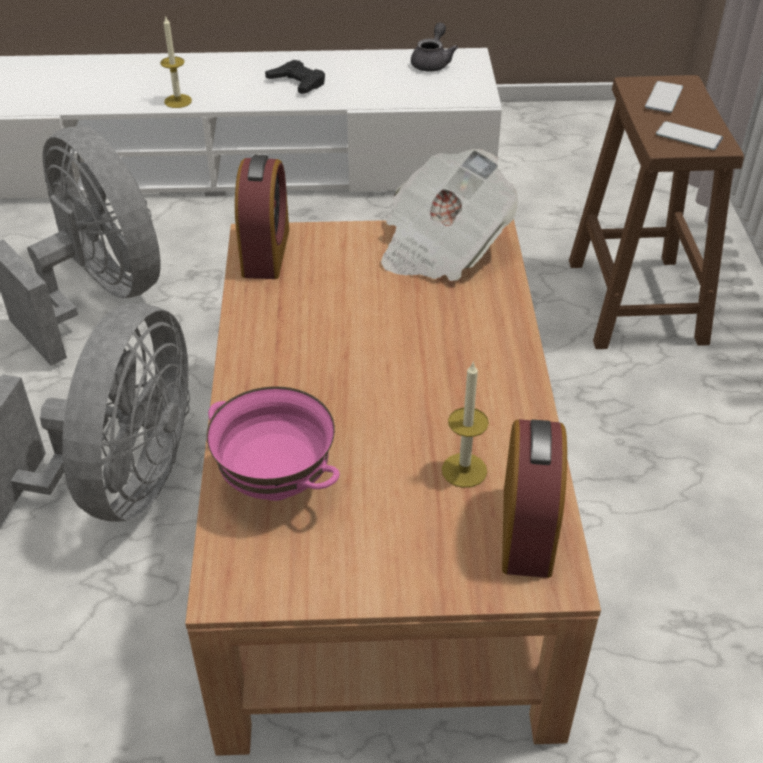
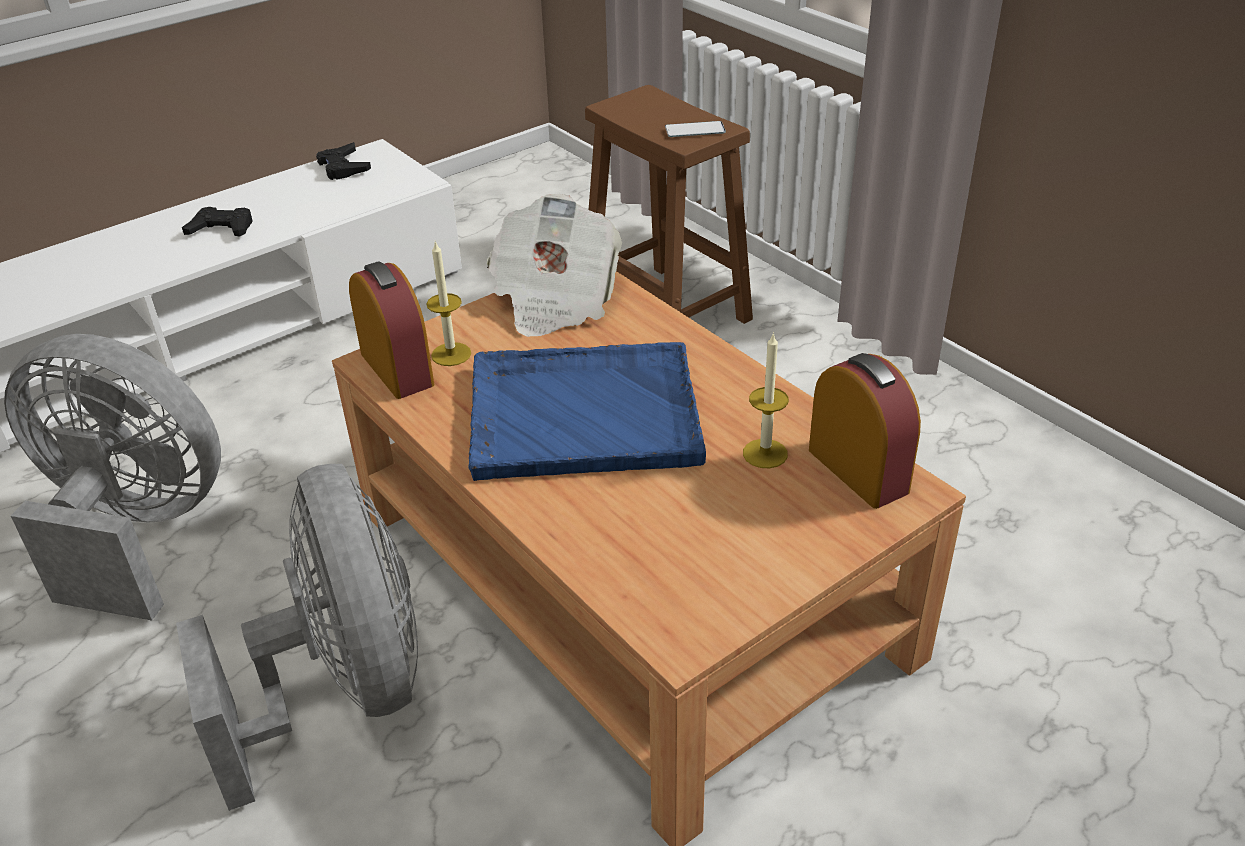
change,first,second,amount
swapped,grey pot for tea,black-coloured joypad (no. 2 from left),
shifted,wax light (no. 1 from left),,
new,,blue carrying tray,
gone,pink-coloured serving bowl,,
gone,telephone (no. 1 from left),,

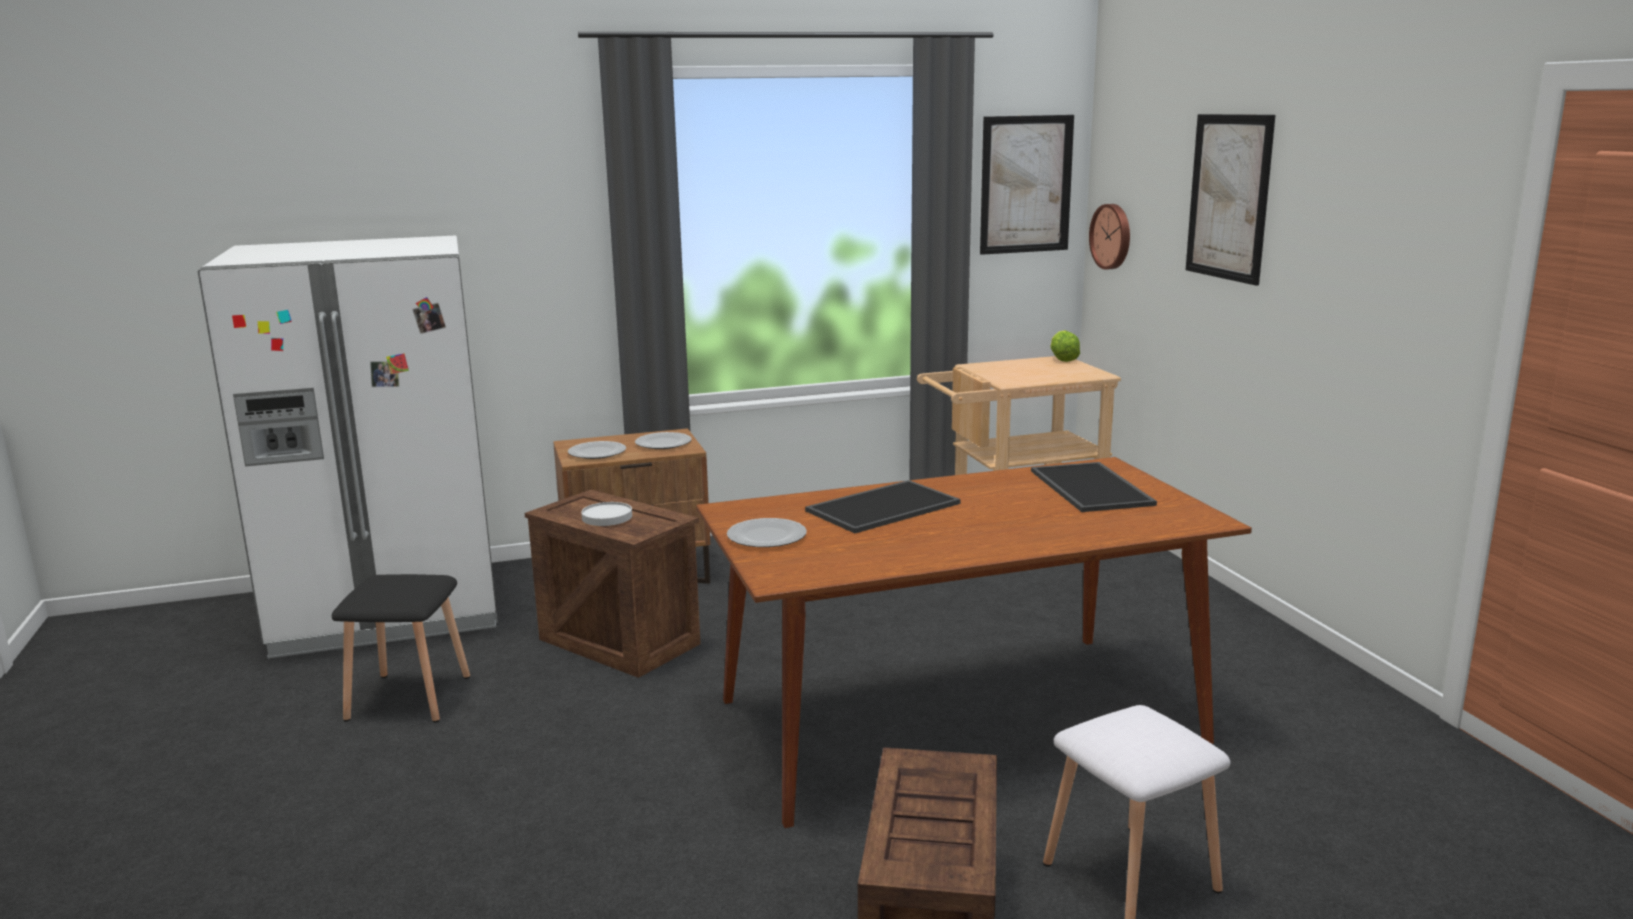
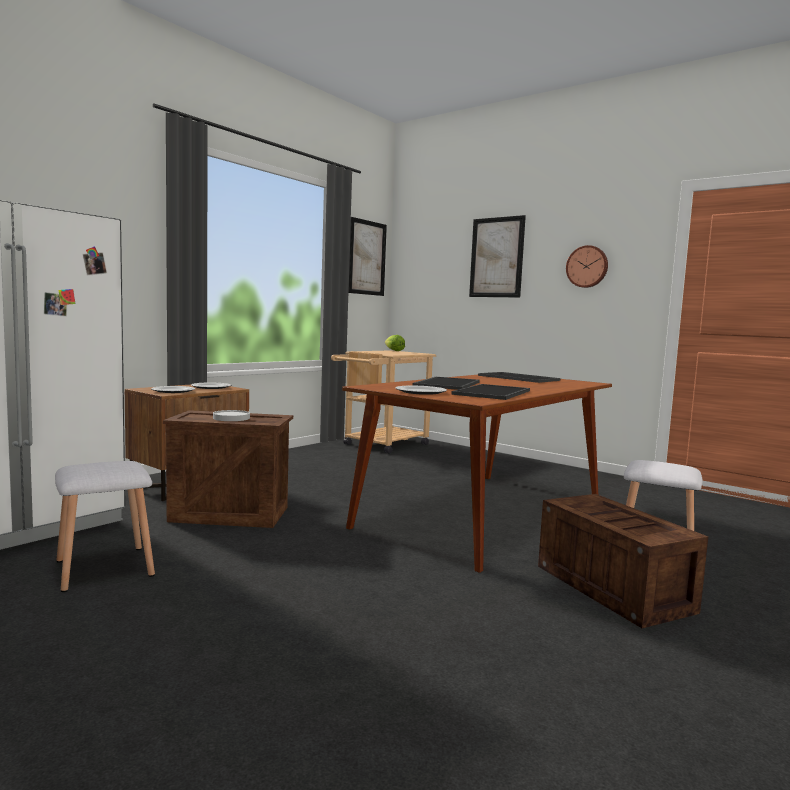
change,first,second,amount
repainted,black-coloured stool seat,whitish stool seat (no. 1 from left),
new,,carrying tray (no. 2 from left),
shifted,wall clock,,

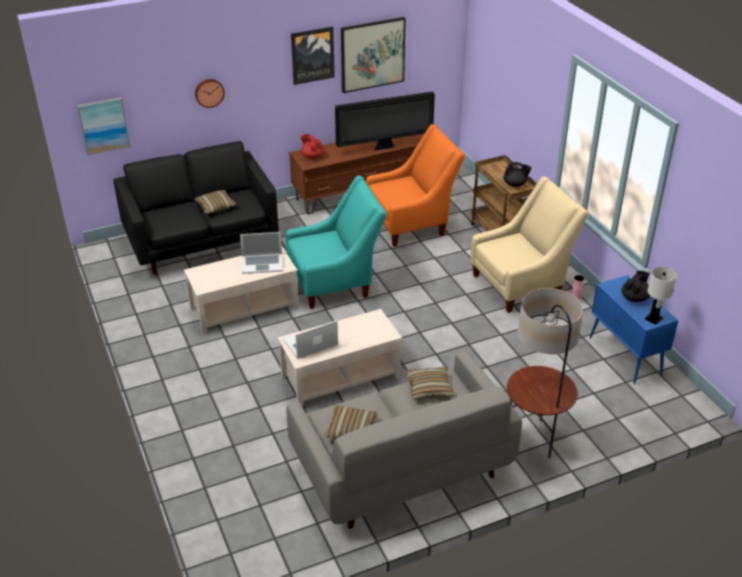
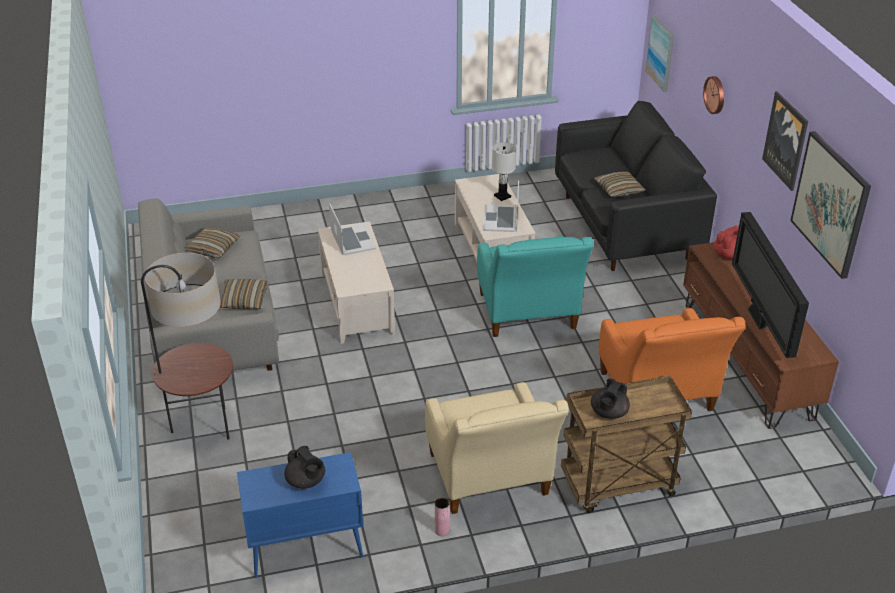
change,first,second,amount
shifted,whitish tabletop lamp,,

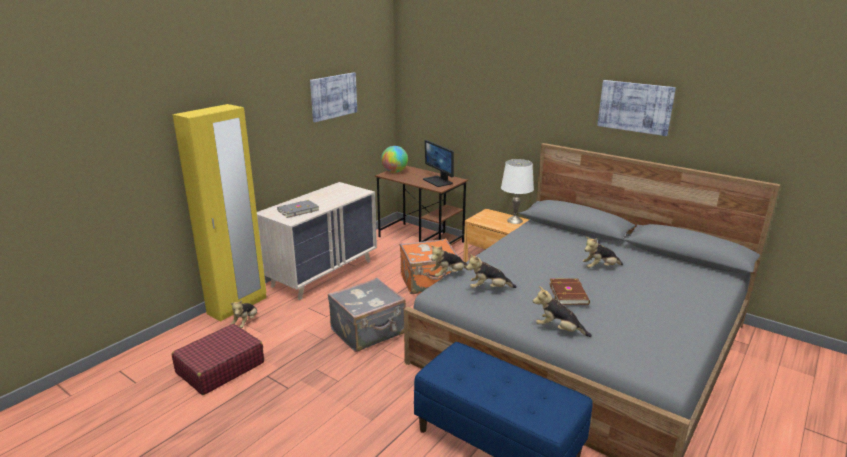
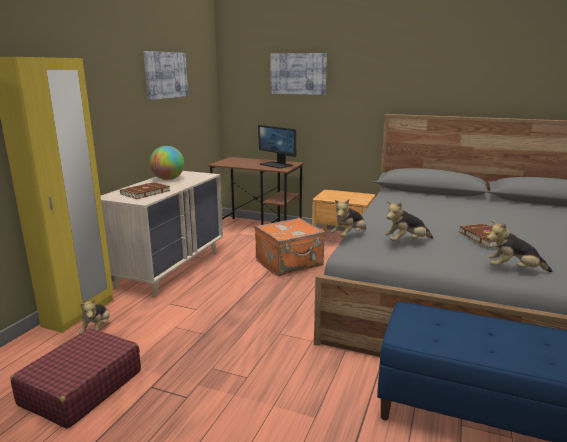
change,first,second,amount
repainted,grey volume,brown-coloured volume (no. 1 from left),
shifted,desk globe,,
shifted,picture (no. 2 from left),,
gone,grey suitcase,,
gone,whitish tabletop lamp,,
gone,cuddly toy (no. 5 from left),,

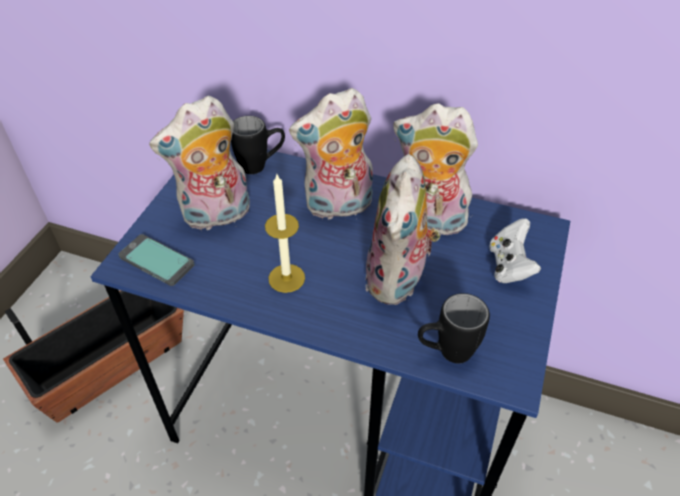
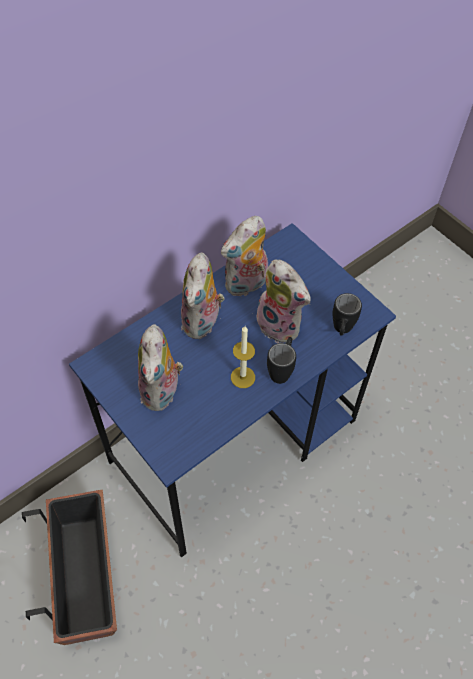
change,first,second,amount
shifted,black-coloured mug (no. 1 from left),,
gone,telephone,,
gone,whitish joypad,,

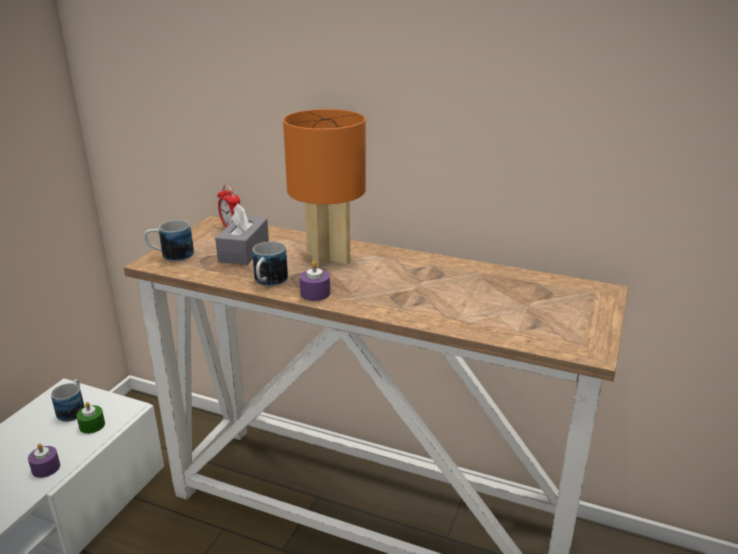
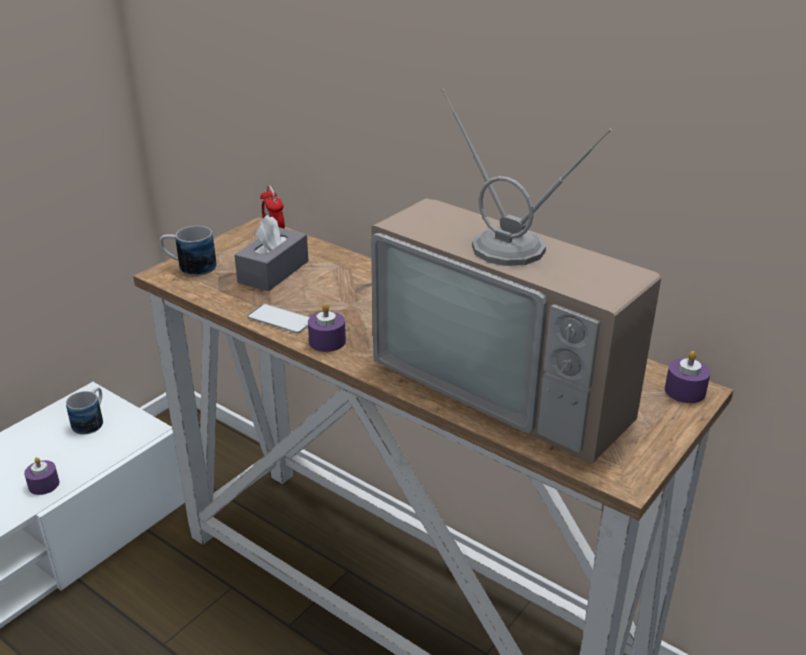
change,first,second,amount
swapped,mug (no. 3 from left),telephone,
new,,TV,
new,,purple wax light (no. 3 from left),
gone,greenish wax light,,
gone,orange-coloured tabletop lamp,,

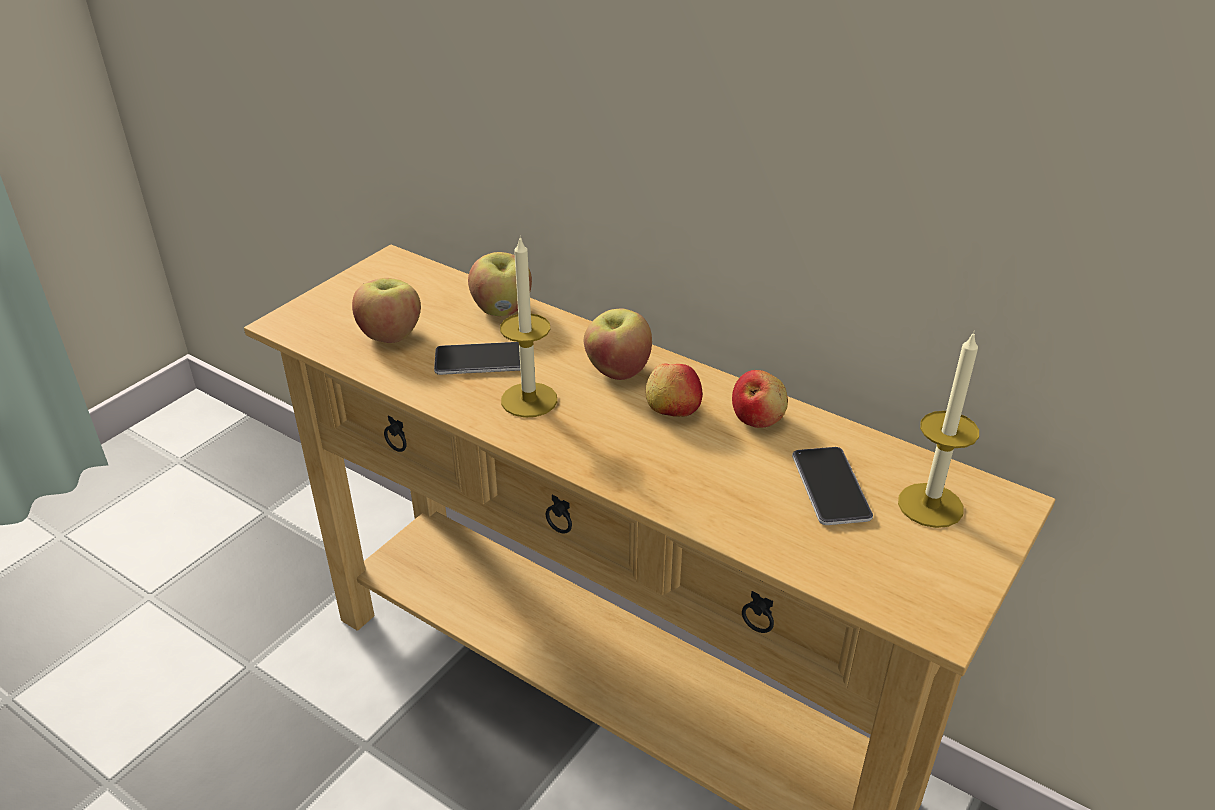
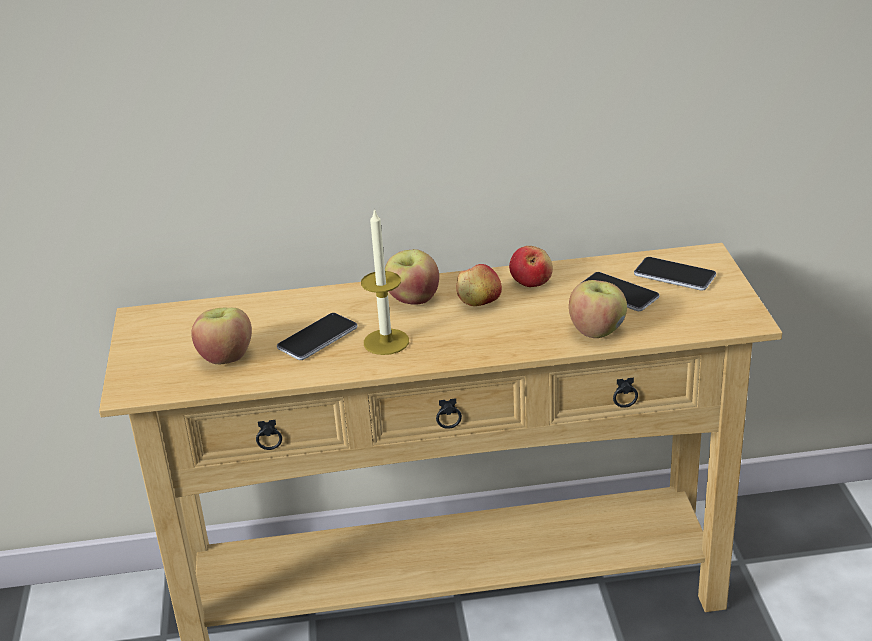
change,first,second,amount
shifted,whole apple (no. 2 from left in the first image),whole apple (no. 5 from left),
swapped,wax light (no. 2 from left),telephone (no. 3 from left),

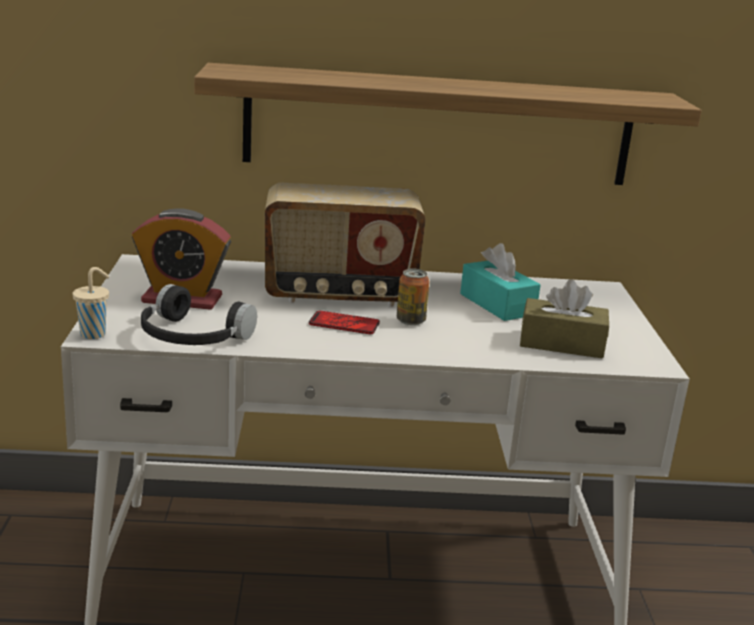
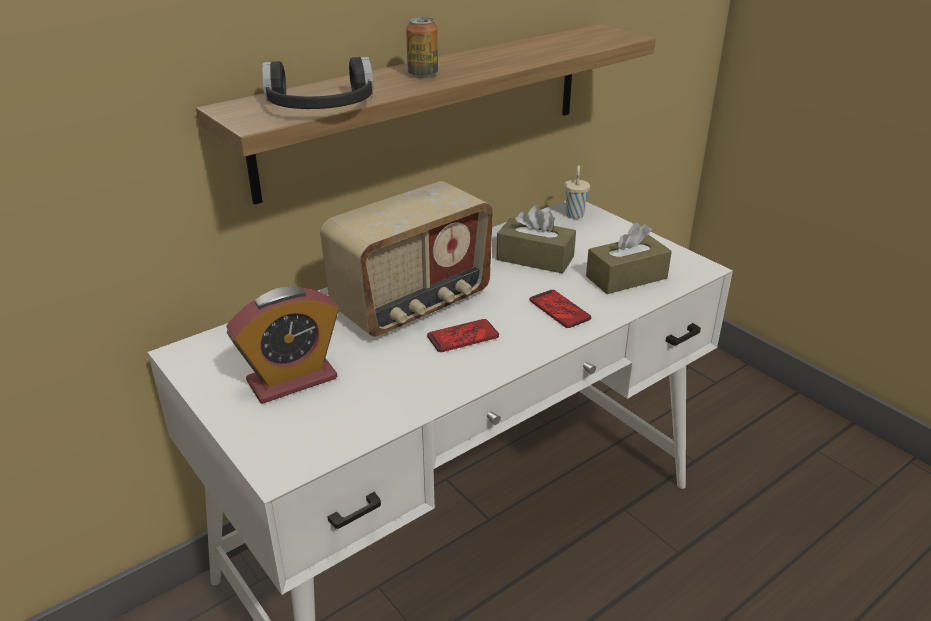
change,first,second,amount
shifted,black-coloured pair of headphones,,
shifted,metal can,,
repainted,turquoise-coloured tissue box,brown-coloured tissue box (no. 1 from left),
new,,telephone (no. 2 from left),
shifted,sand-coloured drinking cup,,

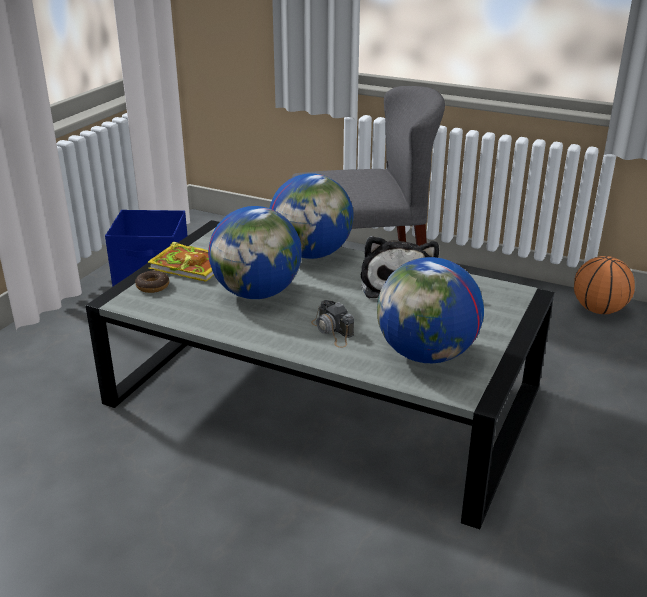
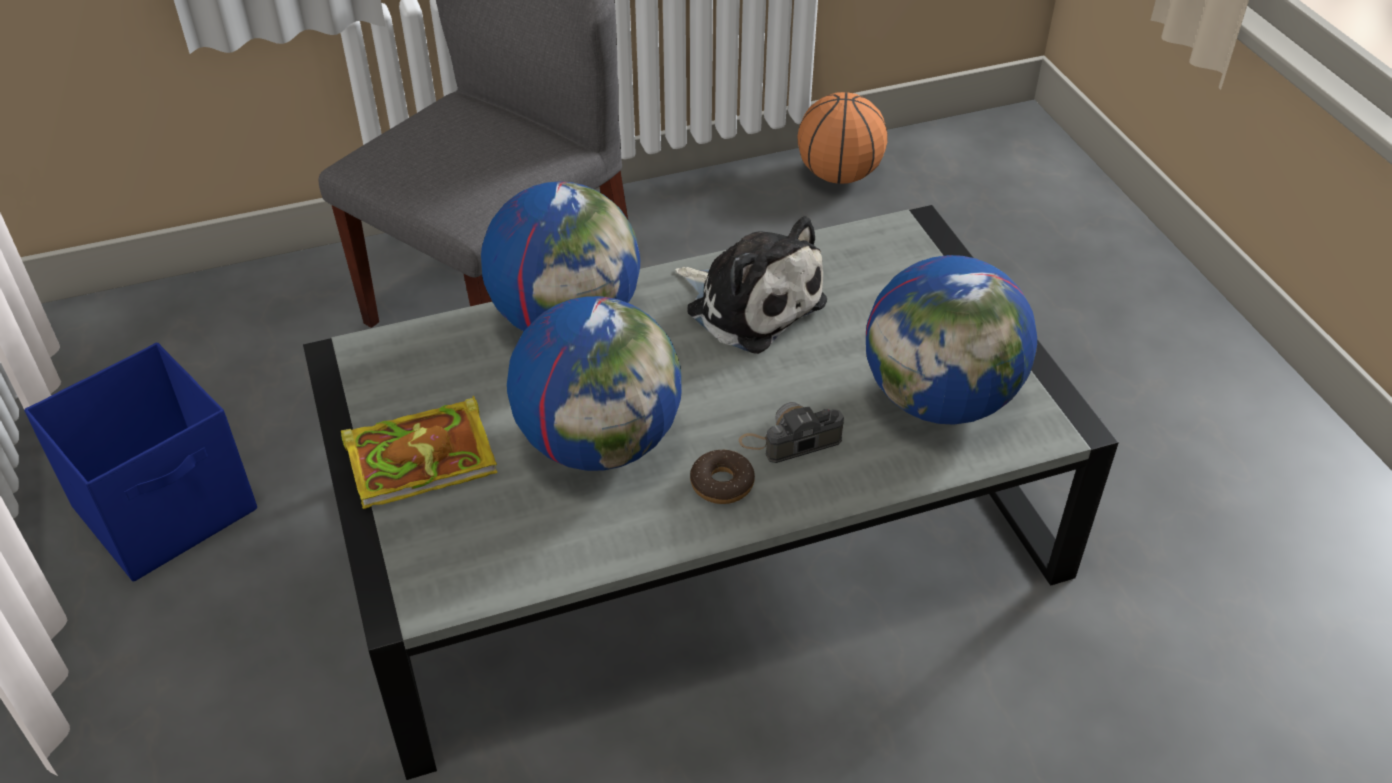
change,first,second,amount
shifted,donut,,
rotated,photo camera,,150 degrees clockwise

